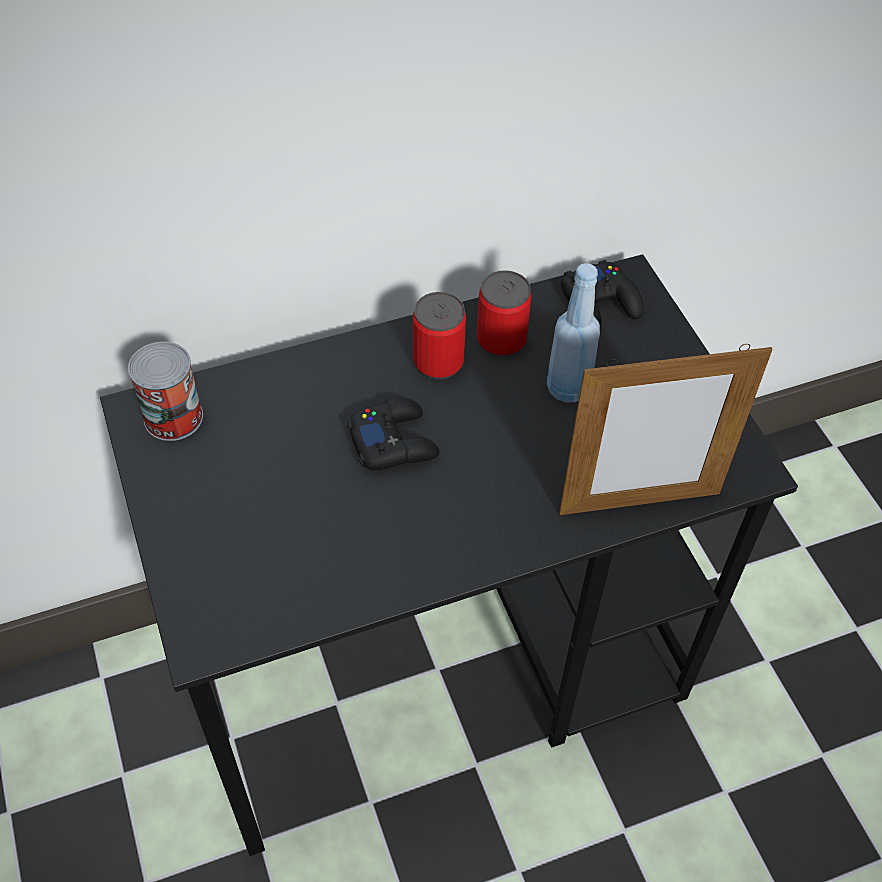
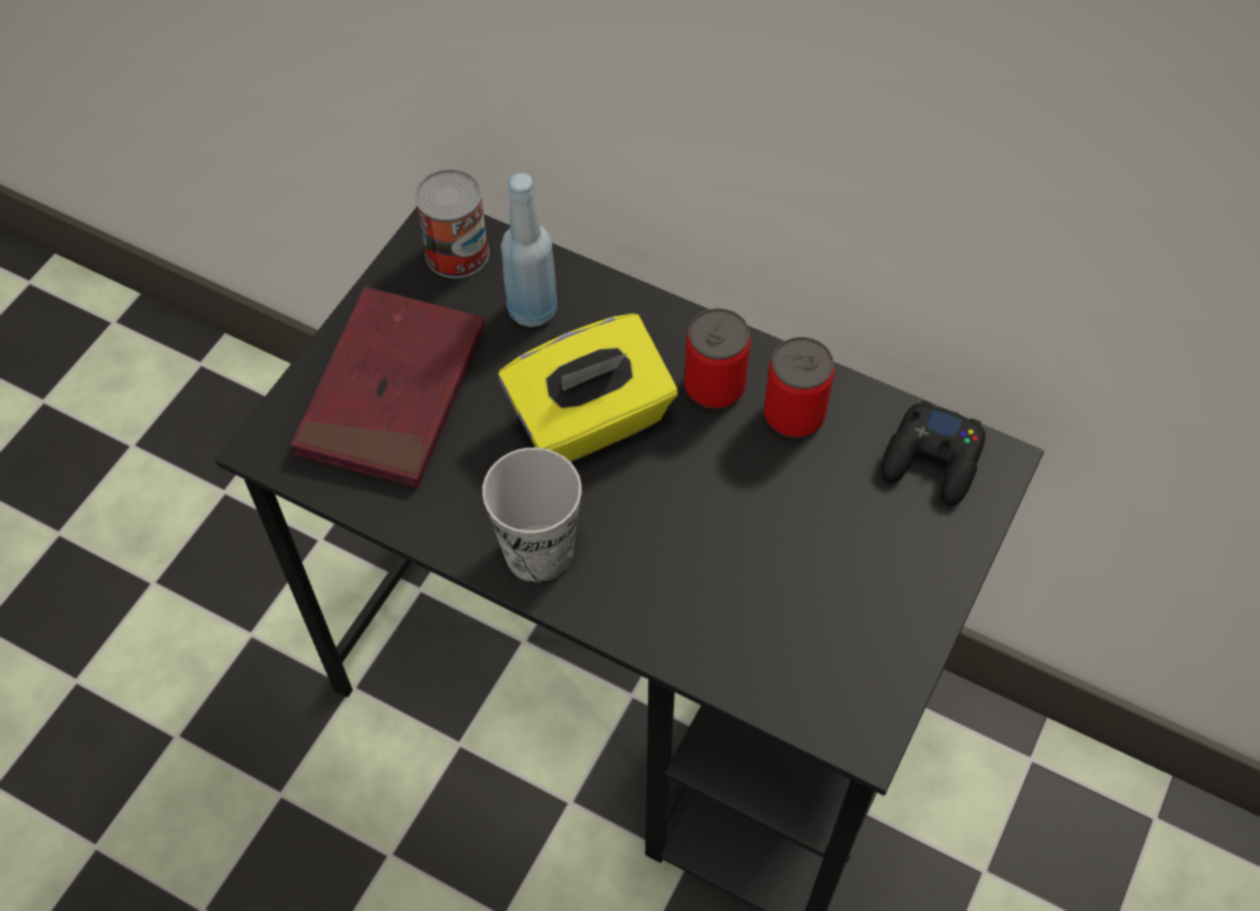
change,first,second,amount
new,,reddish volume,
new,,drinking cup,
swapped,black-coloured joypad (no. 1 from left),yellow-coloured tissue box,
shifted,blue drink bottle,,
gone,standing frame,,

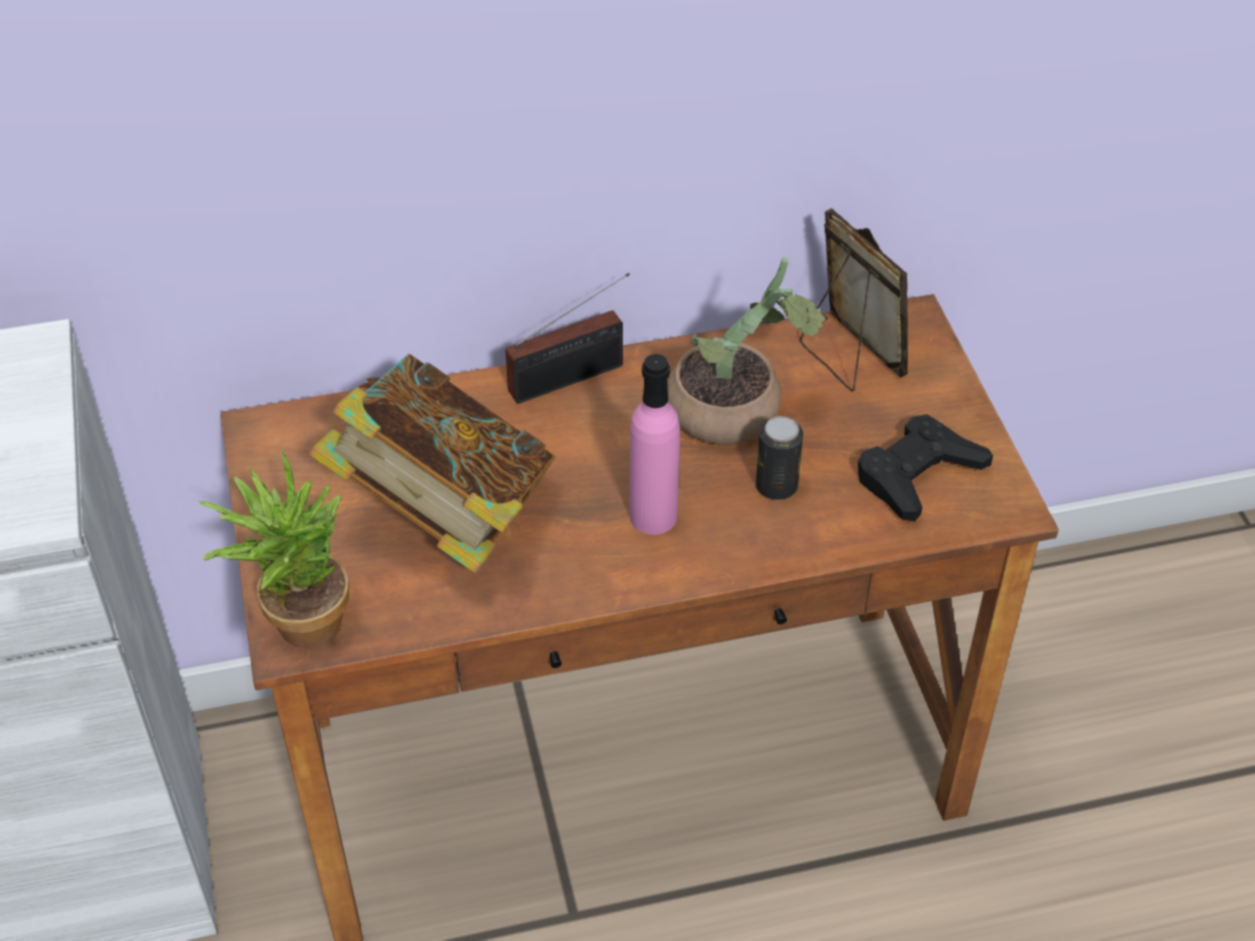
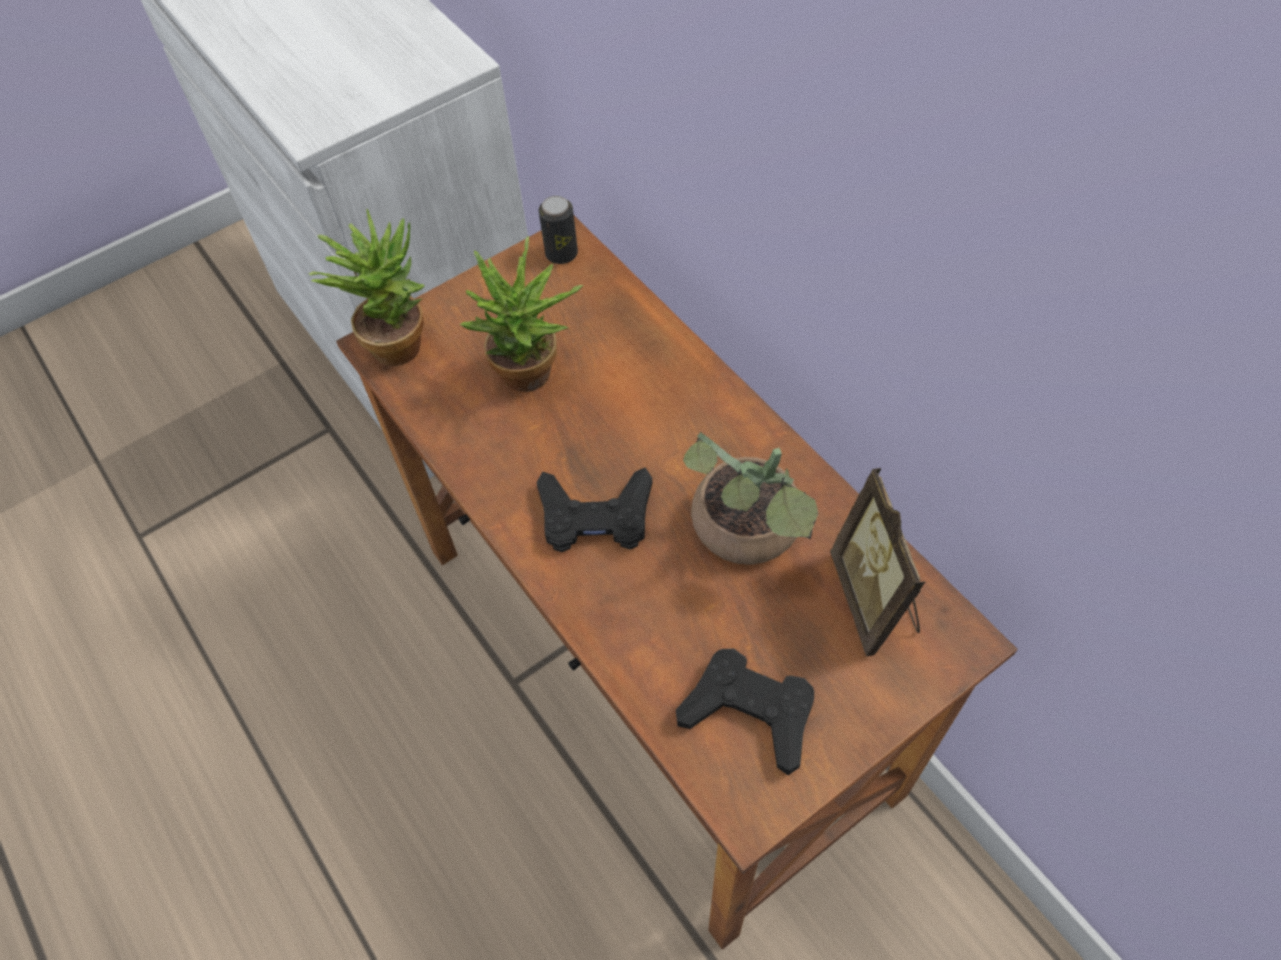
change,first,second,amount
swapped,volume,plant in a pot (no. 2 from left),
swapped,pink-coloured drink bottle,black-coloured joypad (no. 1 from left),
shifted,metal can,,
rotated,standing frame,,135 degrees clockwise
gone,radio,,

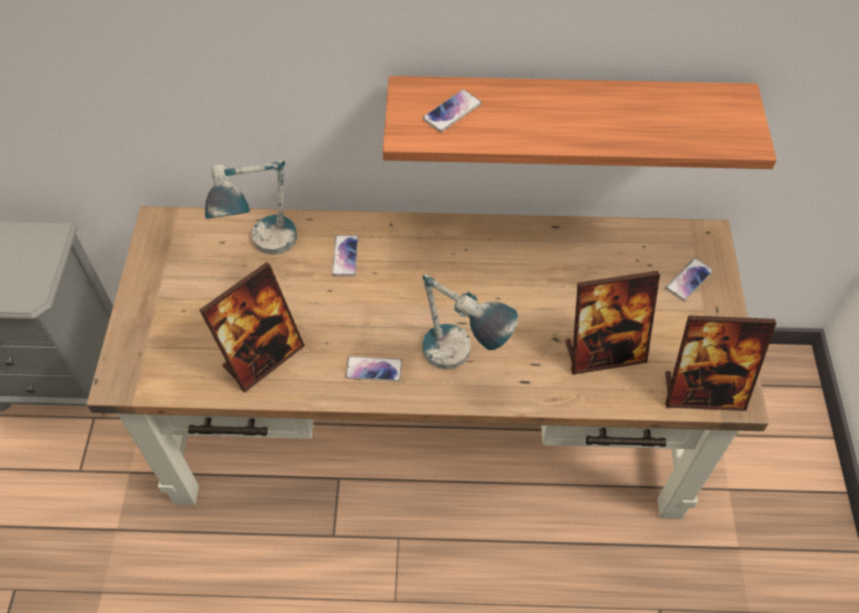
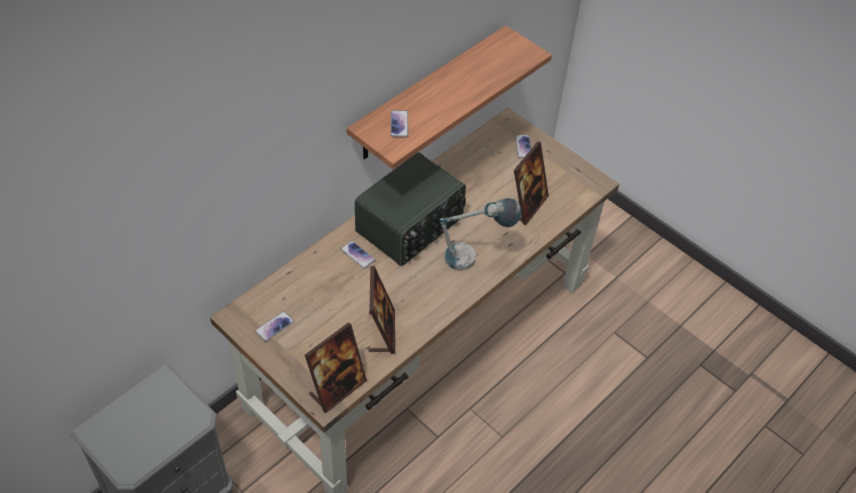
change,first,second,amount
shifted,telephone (no. 2 from left in the first image),telephone (no. 1 from left),
shifted,standing frame (no. 3 from left in the first image),standing frame (no. 1 from left),
new,,radio,
gone,tabletop lamp (no. 1 from left),,

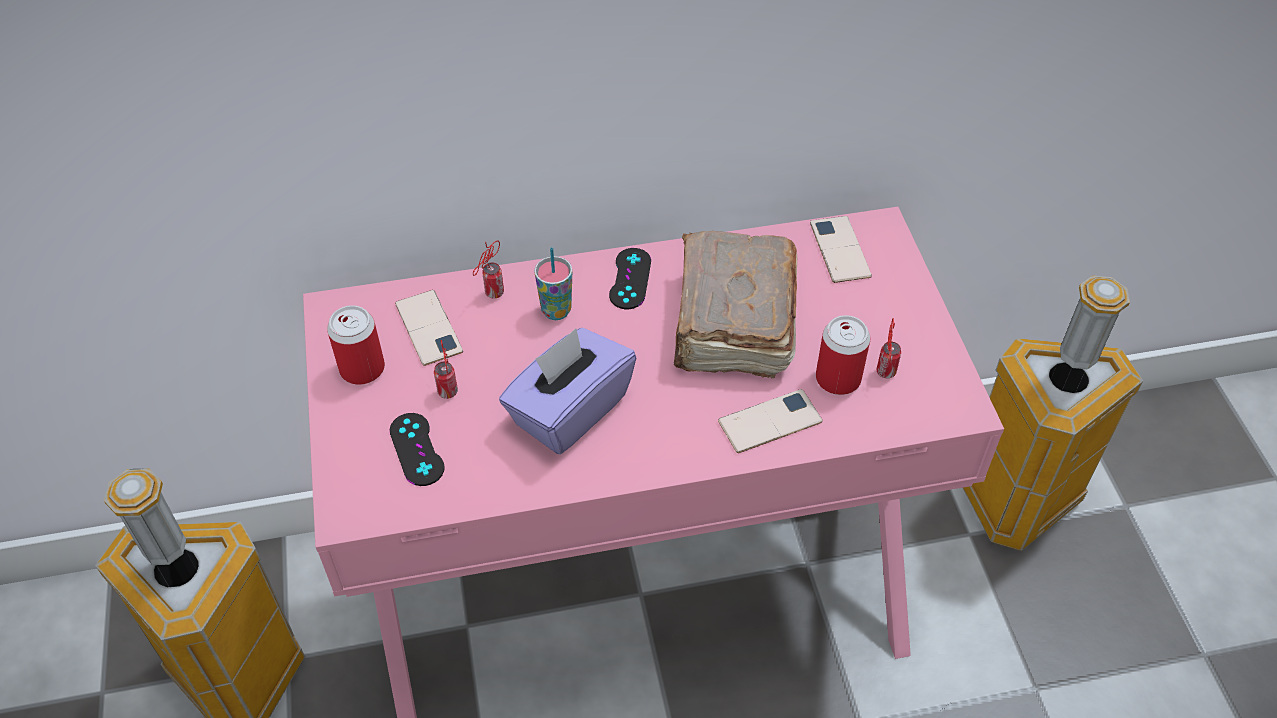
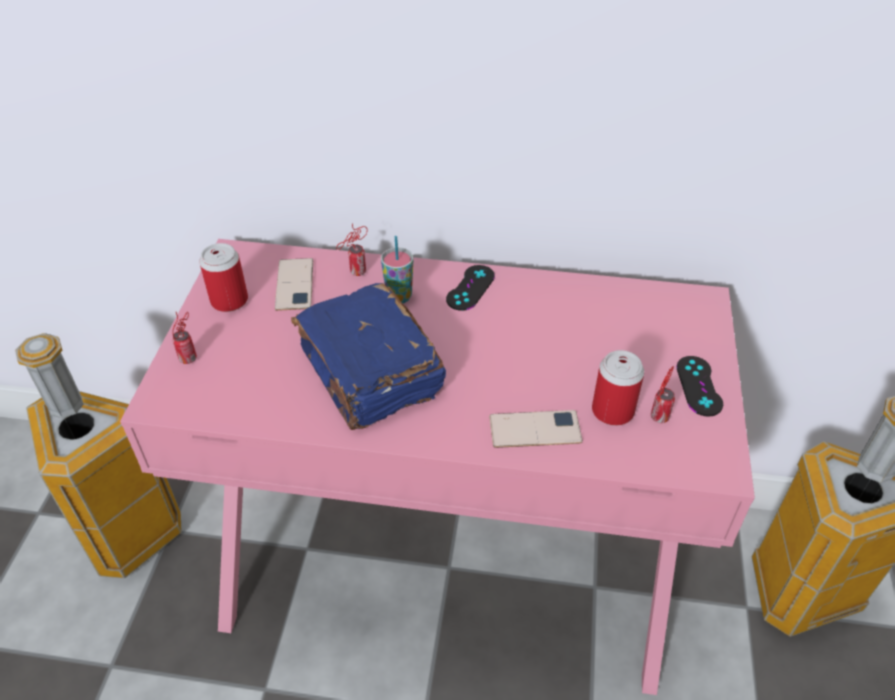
change,first,second,amount
shifted,metal can (no. 2 from left in the first image),metal can (no. 1 from left),
swapped,purple tissue box,blue volume,
shifted,black-coloured joypad (no. 1 from left in the first image),black-coloured joypad (no. 2 from left),
gone,brown-coloured volume,,
gone,telephone (no. 3 from left),,

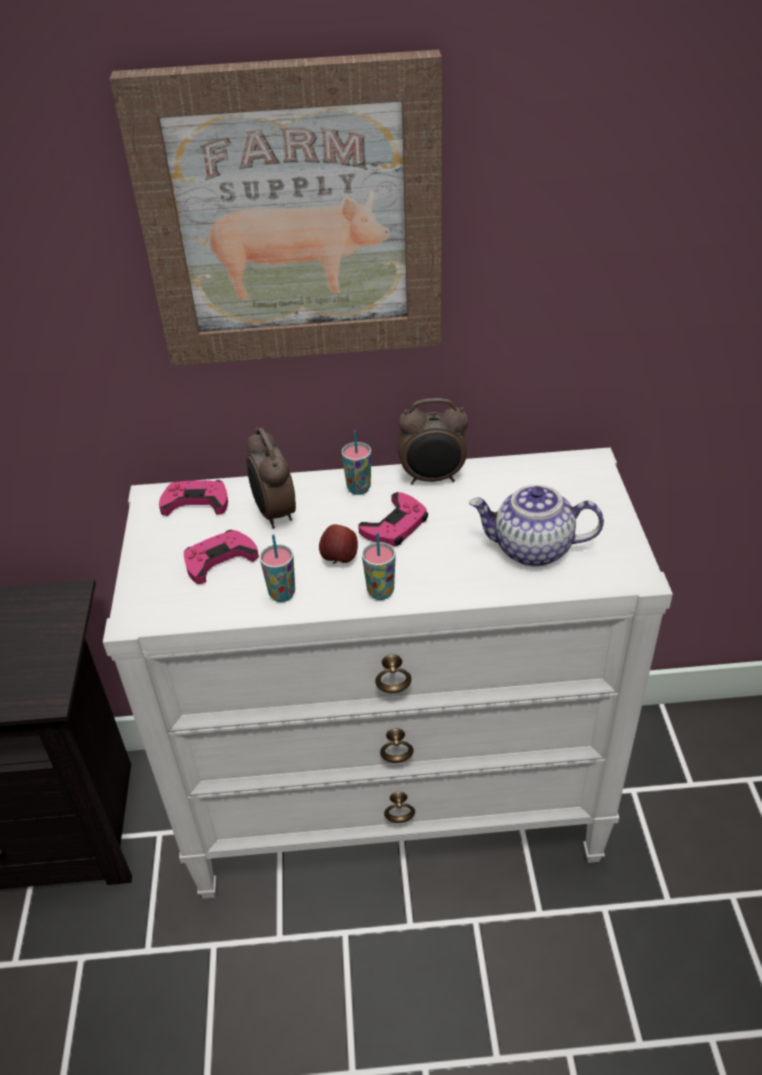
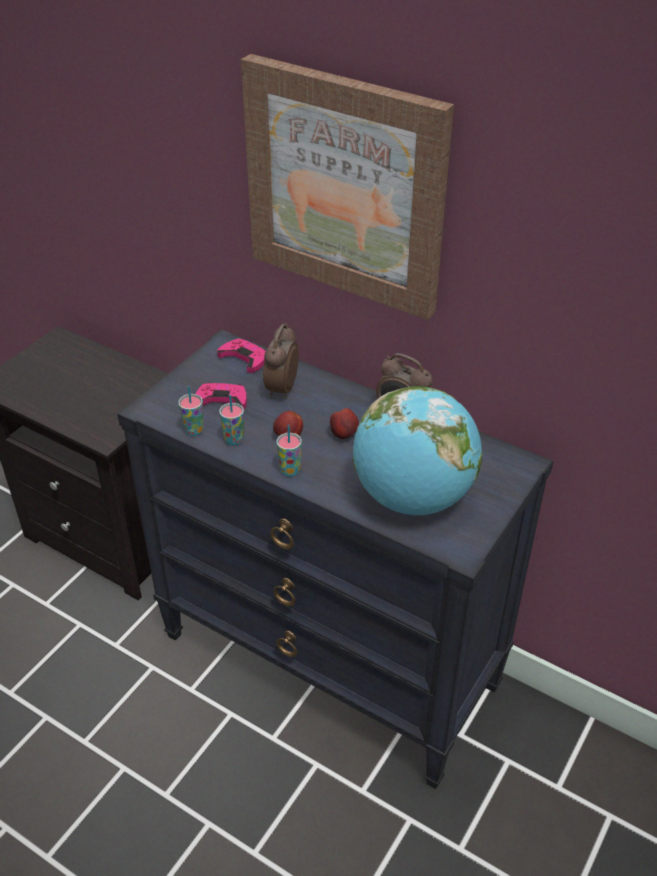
change,first,second,amount
repainted,whitish drawer chest,black-coloured drawer chest,
shifted,drinking cup (no. 2 from left in the first image),drinking cup (no. 1 from left),
swapped,pink-coloured joypad (no. 3 from left),whole apple (no. 2 from left),
swapped,pot for tea,desk globe,

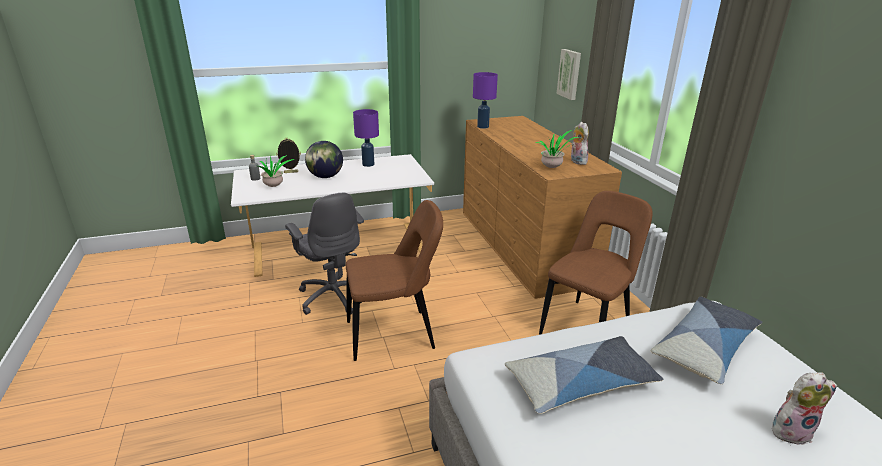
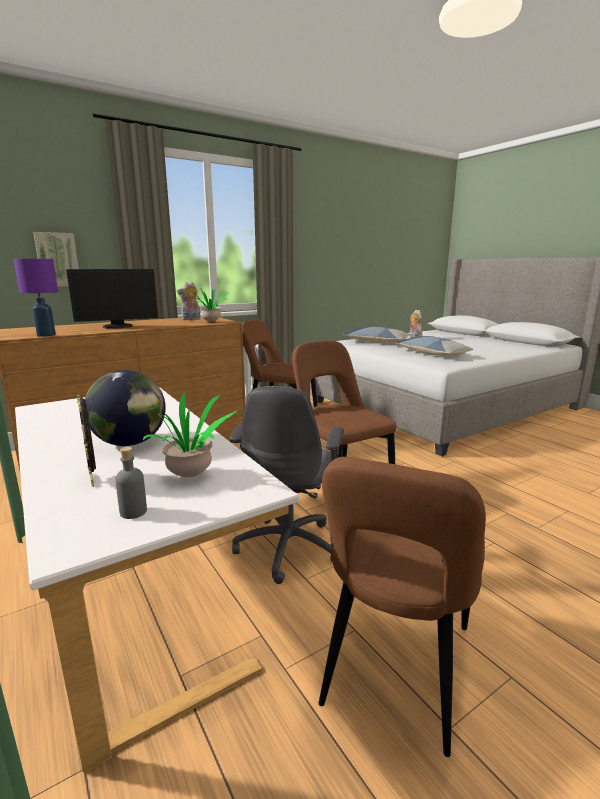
change,first,second,amount
new,,monitor,
rotated,grey desk chair,,150 degrees clockwise
new,,brown-coloured chair (no. 3 from left),
gone,purple tabletop lamp (no. 1 from left),,

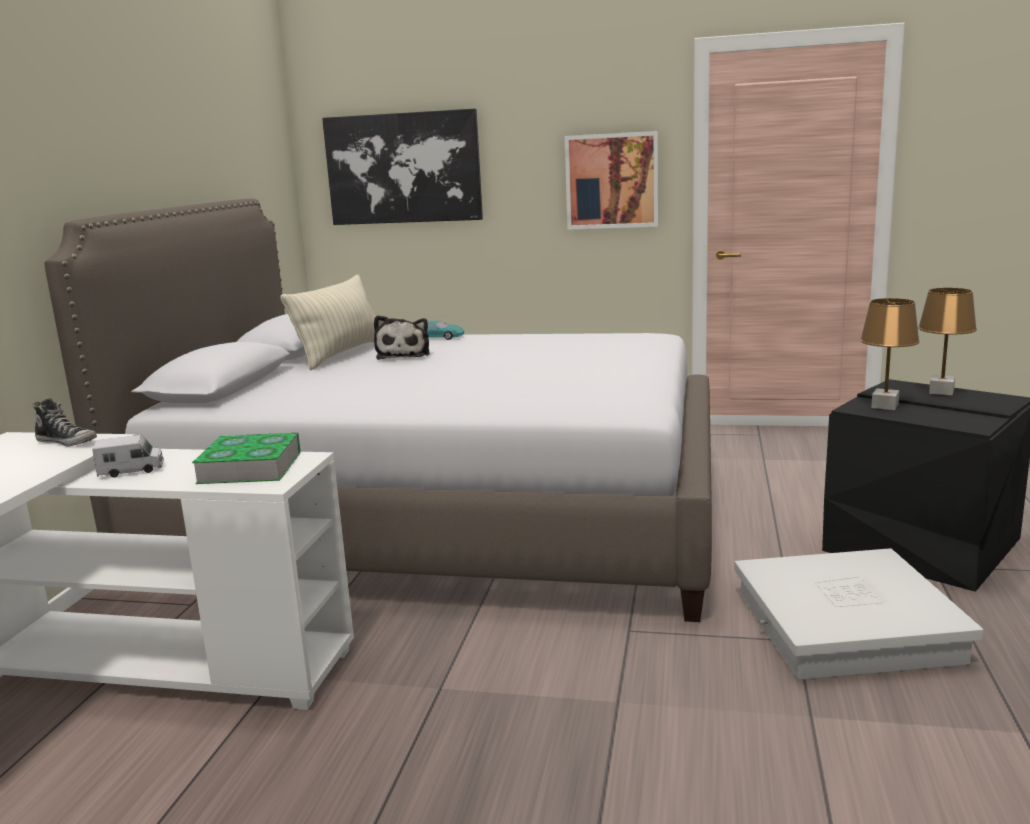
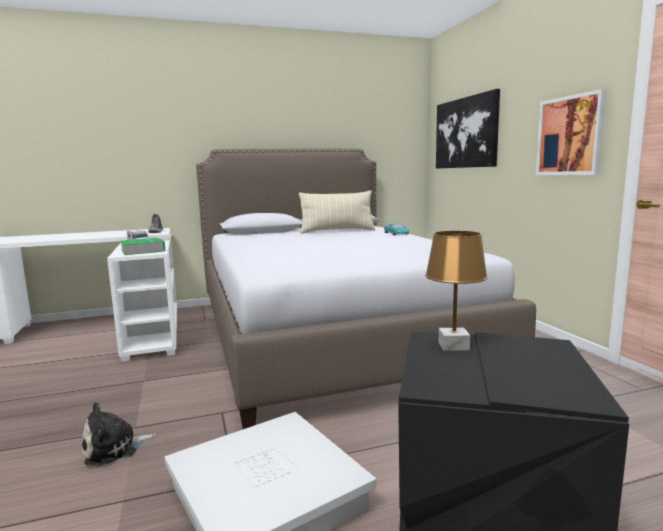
change,first,second,amount
shifted,cuddly toy,,
gone,brown-coloured tabletop lamp (no. 2 from left),,

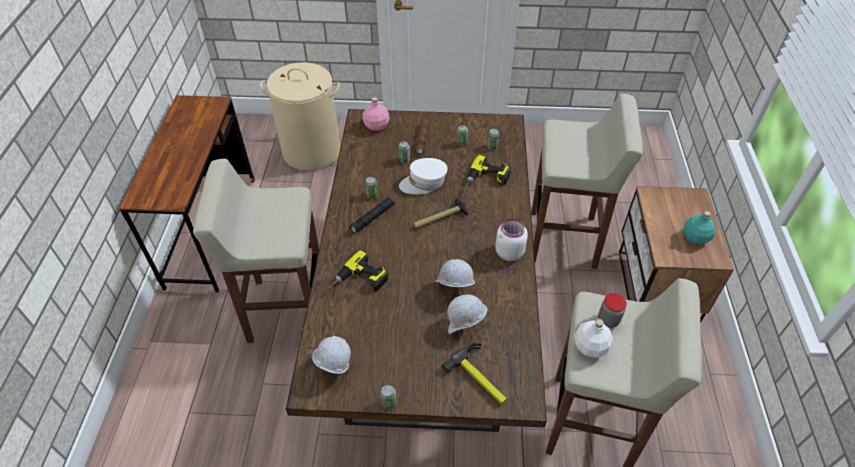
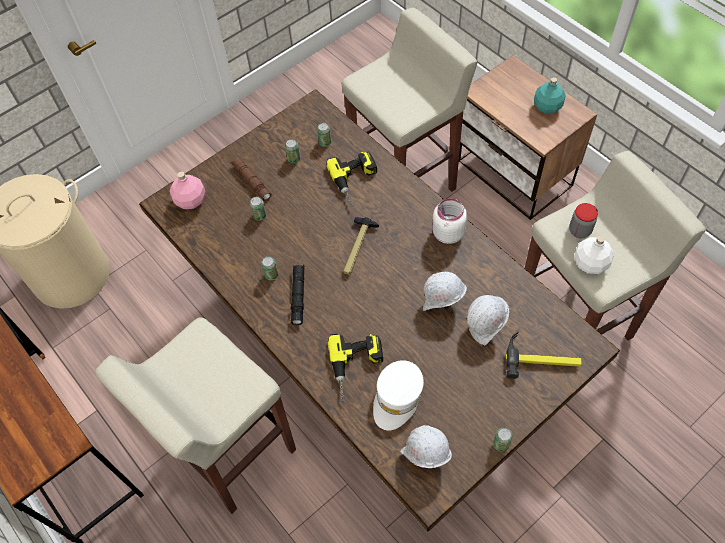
change,first,second,amount
shifted,whitish peaked cap,,

